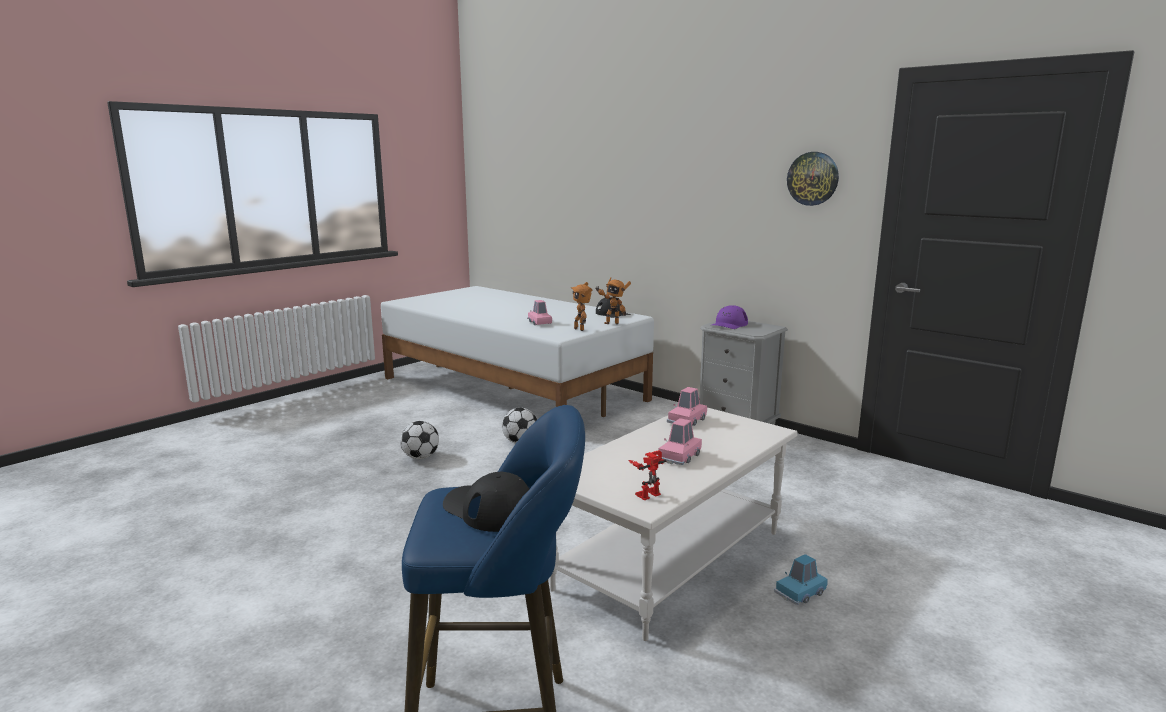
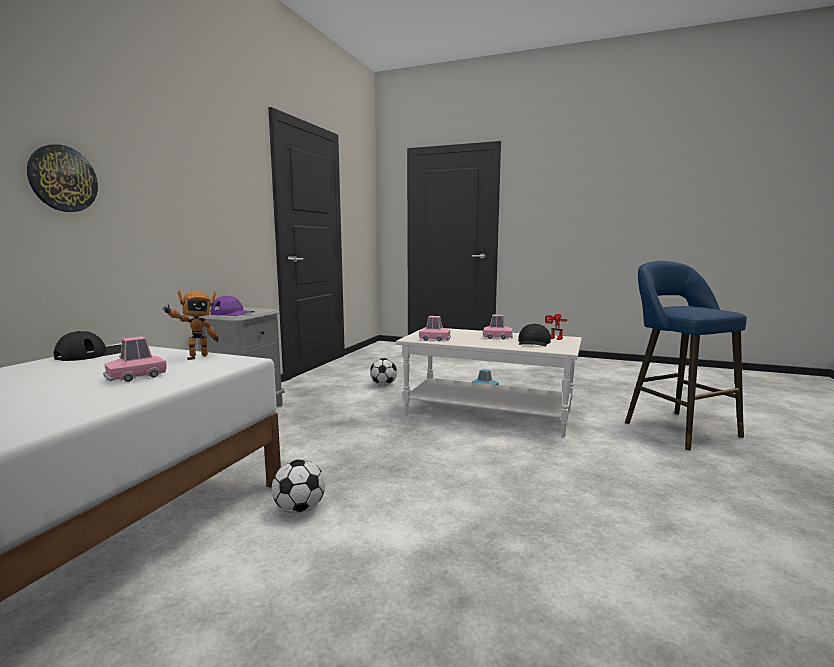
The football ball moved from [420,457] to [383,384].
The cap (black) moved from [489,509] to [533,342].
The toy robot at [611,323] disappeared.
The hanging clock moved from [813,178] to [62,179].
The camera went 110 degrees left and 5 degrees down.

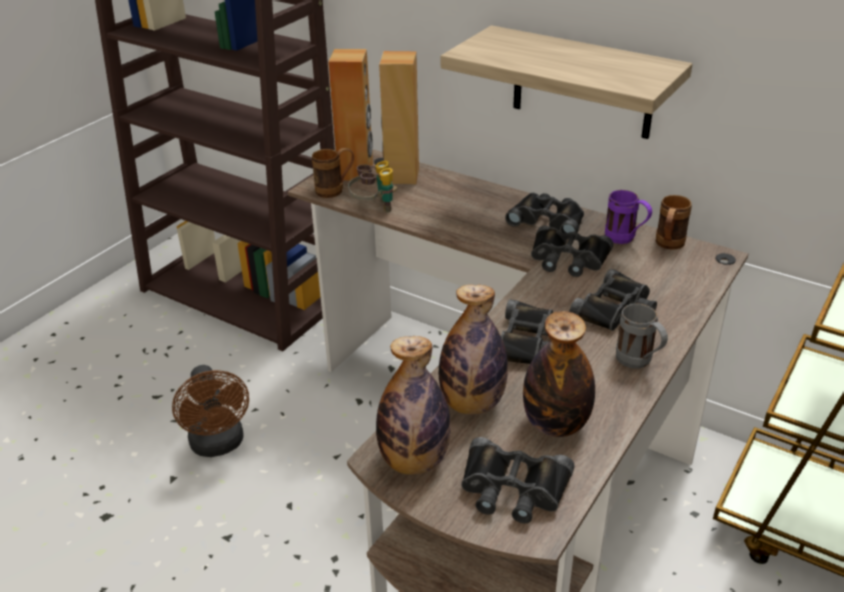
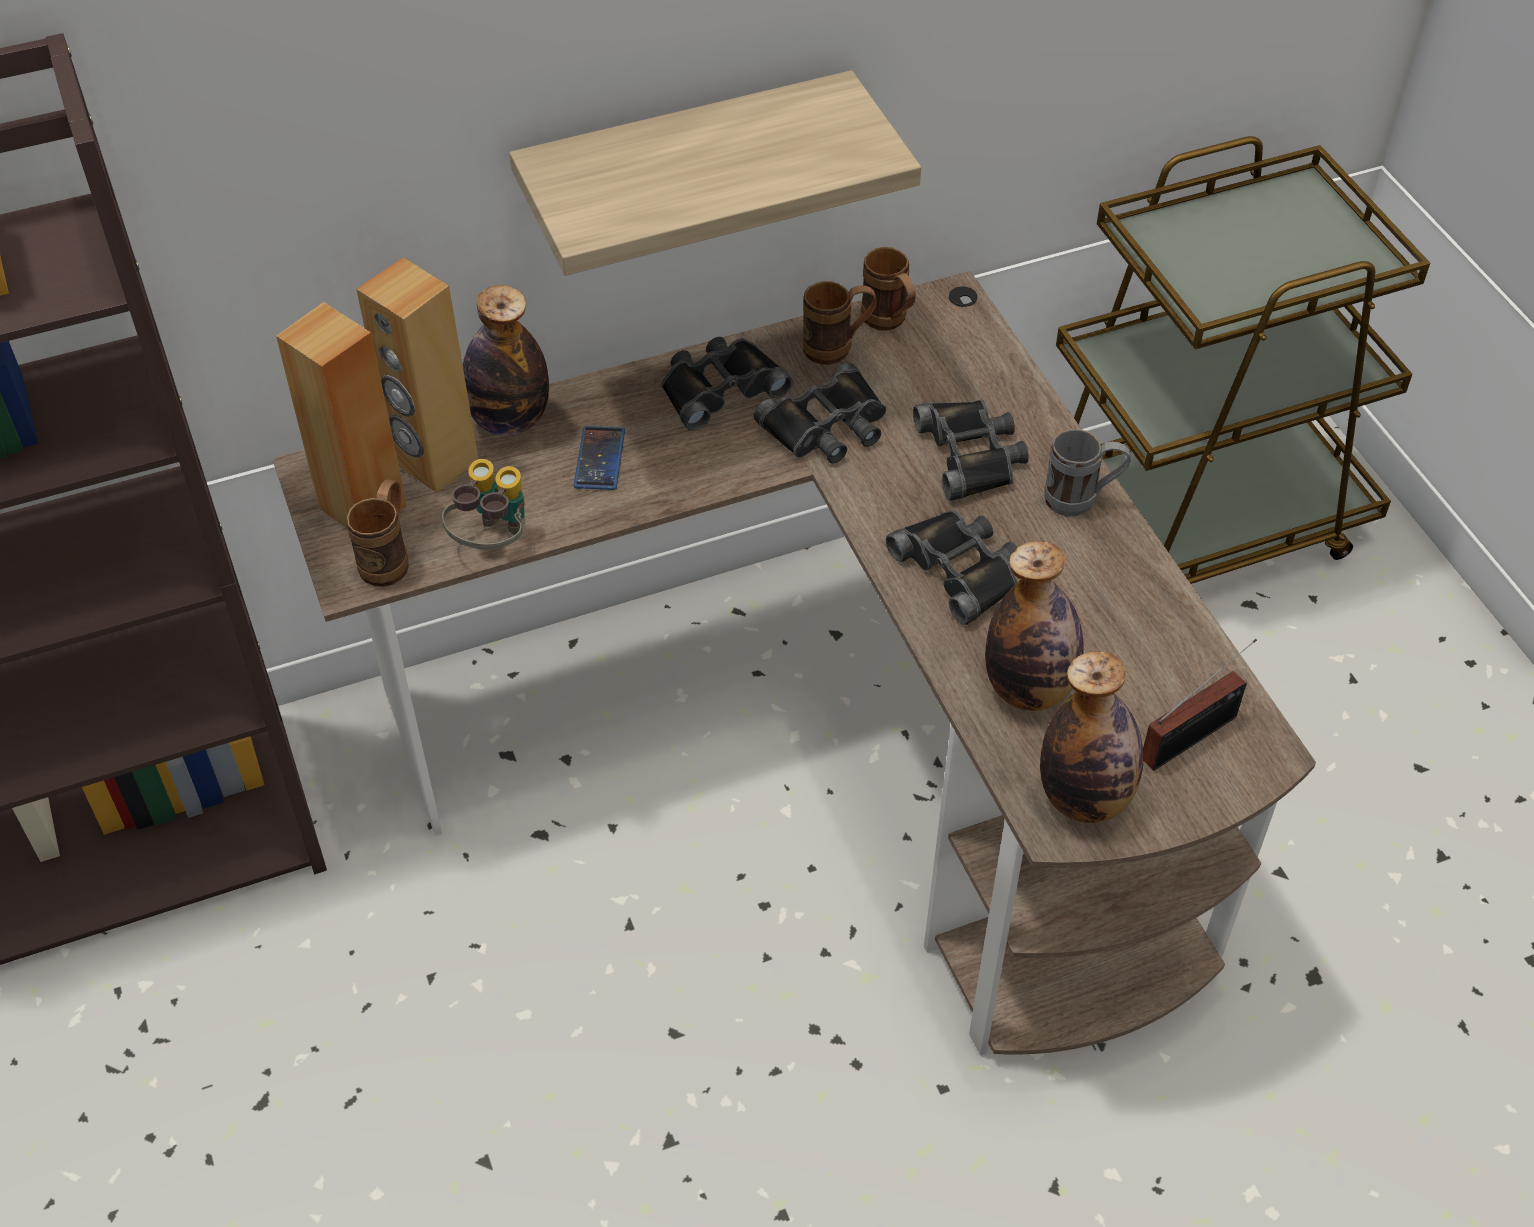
The fan (brown-coloured) at [219,445] disappeared.
The binoculars (black) at [513,489] was replaced by the radio at [1194,735].
The beverage bottle moved from [555,424] to [510,420].
The mug (purple) at [625,239] became the mug (brown-coloured) at [838,348].
The handset at [599,459] appeared.
The camera went 55 degrees left and 15 degrees up.

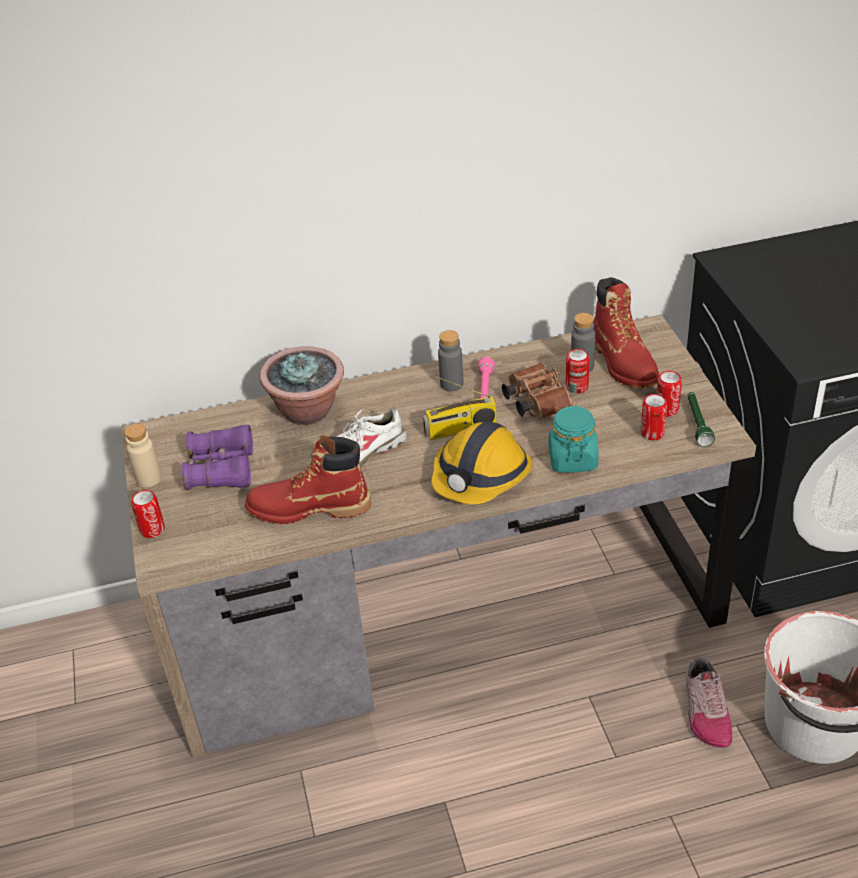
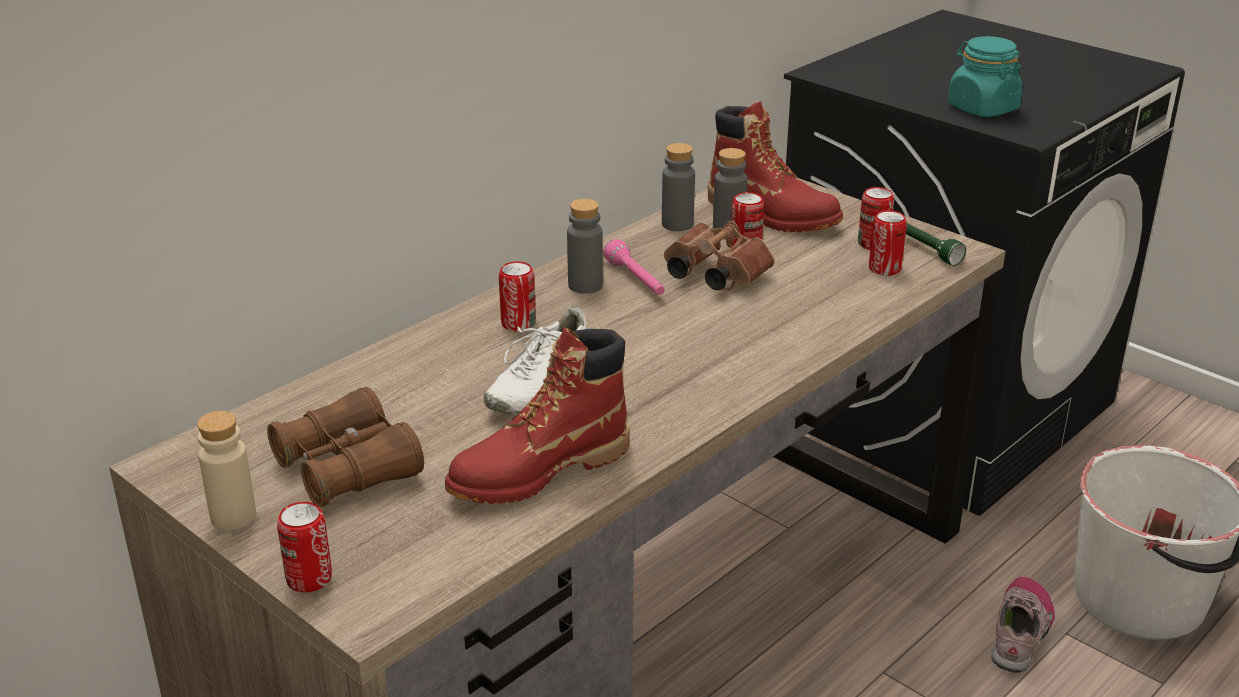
The binoculars (purple) at [221,469] became the binoculars (brown-coloured) at [348,468].
The plant in a pot at [308,411] disappeared.
The radio at [460,429] disappeared.
The hard hat at [481,477] disappeared.
The storage jar (turquoise-coloured) moved from [572,459] to [982,108].
The low shoe at [705,710] turned 120 degrees counterclockwise.
The sealed can at [518,323] appeared.
The beverage bottle (grey) at [677,224] appeared.
The camera went 35 degrees left and 10 degrees down.

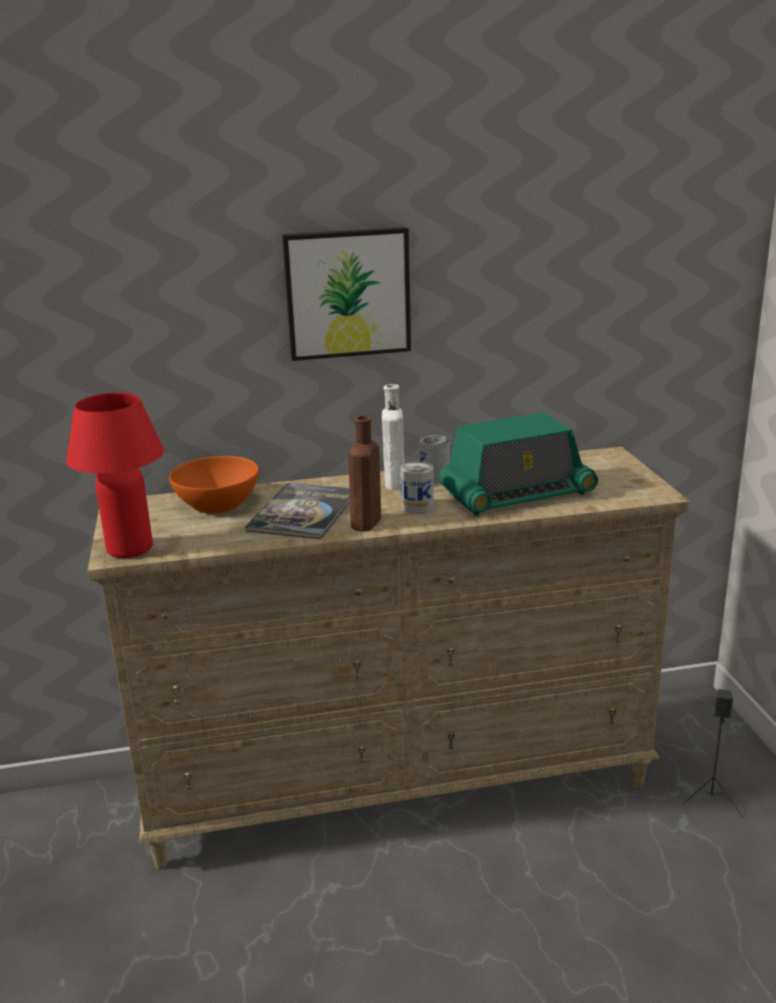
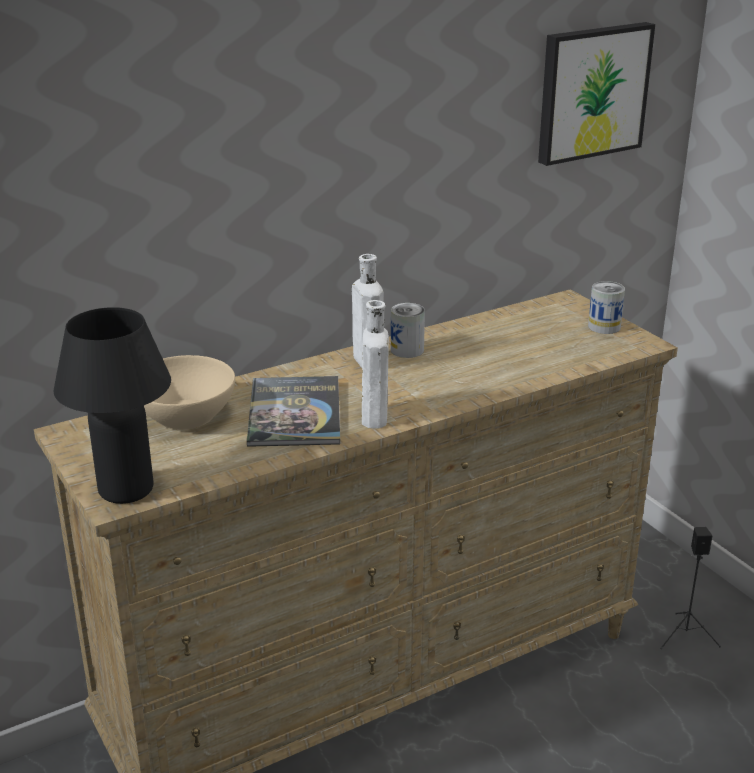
The table lamp (red-coloured) at [130,549] became the table lamp (black) at [126,490].
The bowl (orangey) at [217,503] became the bowl (beige-coloured) at [184,415].
The wall art moved from [347,293] to [591,92].
The beverage bottle (brown-coloured) at [365,524] became the beverage bottle (white-coloured) at [375,419].
The sealed can moved from [417,507] to [604,327].
The radio at [516,494] disappeared.
The camera went 20 degrees left and 5 degrees up.

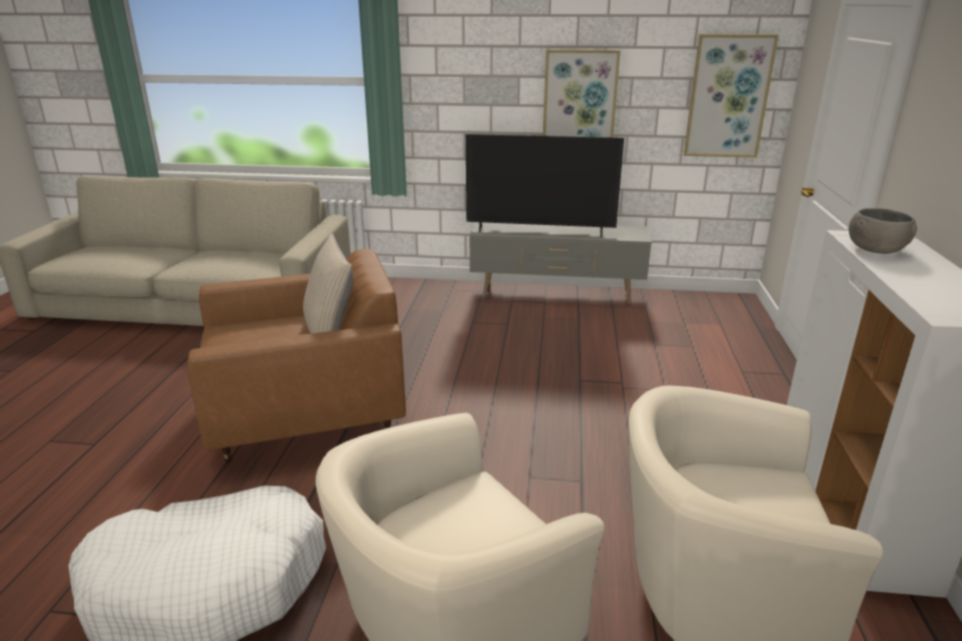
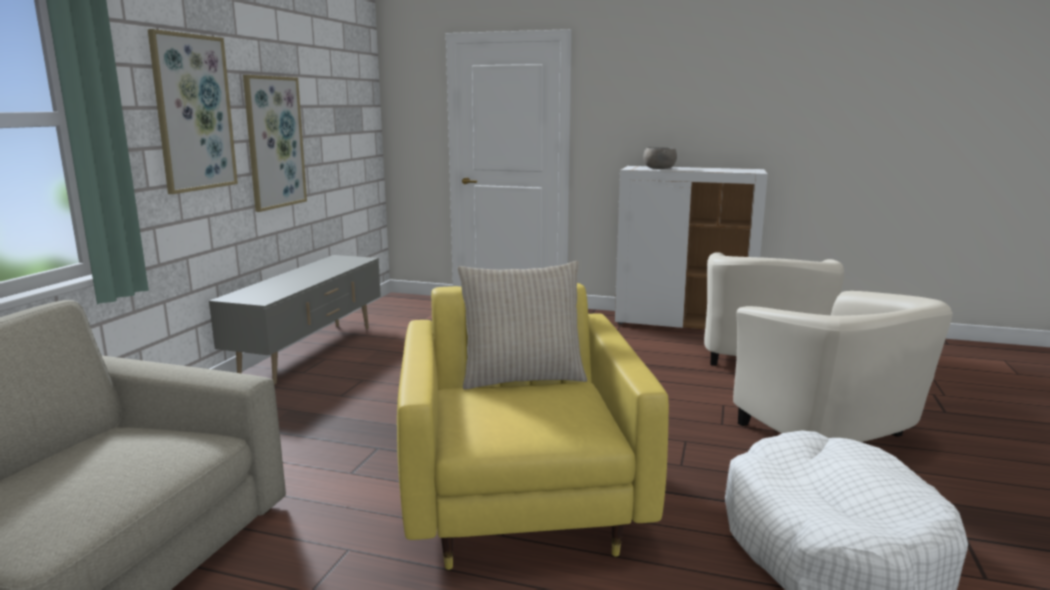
The easy chair (brown-coloured) at [307,416] became the easy chair (yellow) at [520,501].
The television at [540,232] disappeared.
The wall art moved from [728,97] to [193,113].
The camera went 80 degrees left and 10 degrees down.

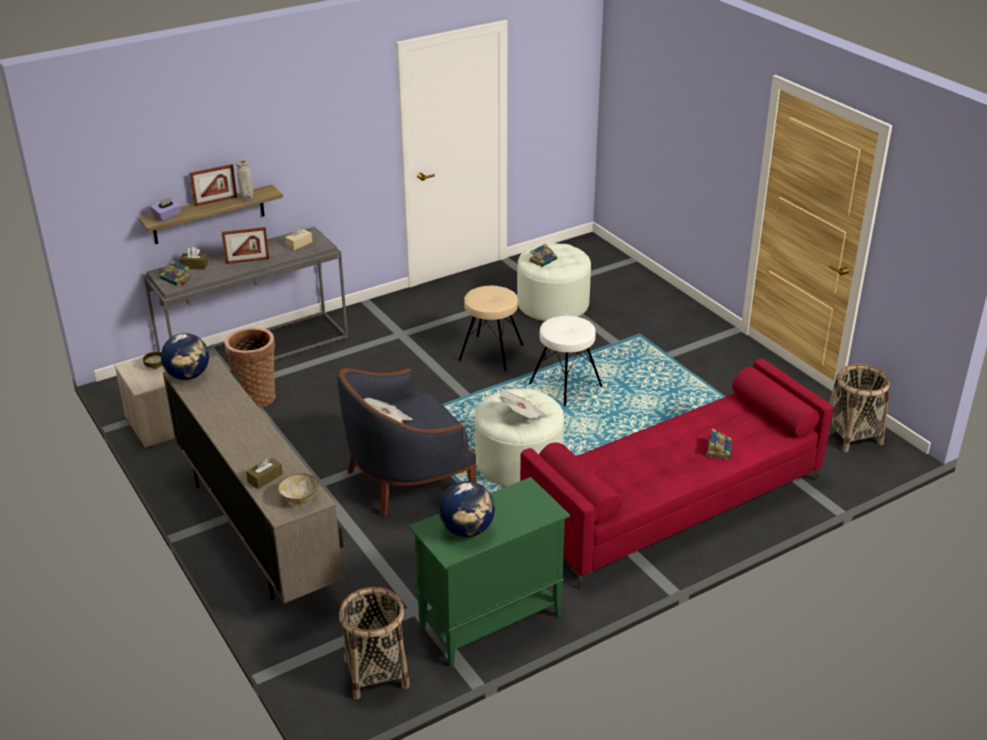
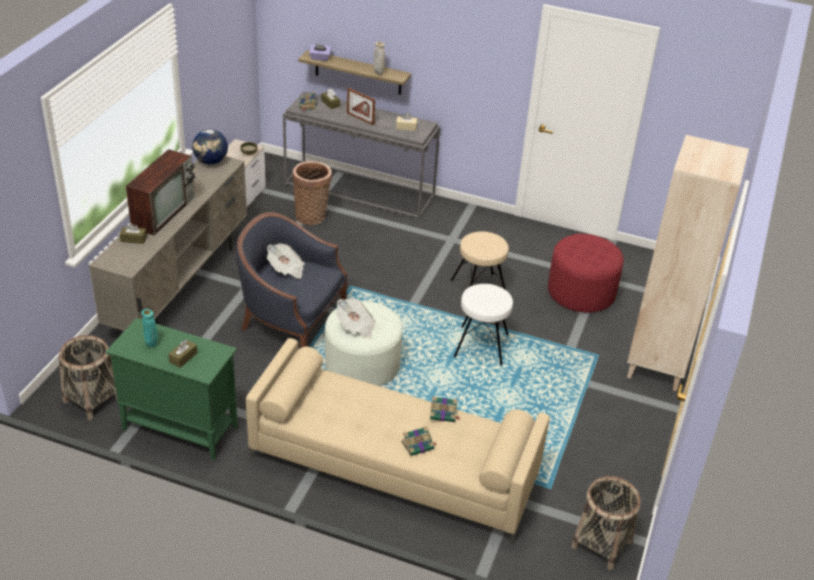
The photo frame at [215,201] disappeared.
The bowl at [299,498] disappeared.
The globe at [467,530] was replaced by the flower vase (turquoise-coloured) at [151,344].
The ottoman (white-coloured) at [553,304] became the ottoman (red-coloured) at [581,292].
The couch (red-coloured) at [673,504] became the couch (beige-coloured) at [392,467].
The bound book moved from [543,260] to [444,414].
The television at [164,211] appeared.
The box of tissues (brown-coloured) at [183,357] appeared.
The bookcase (beige-coloured) at [657,366] appeared.
The camera went 50 degrees right and 5 degrees up.

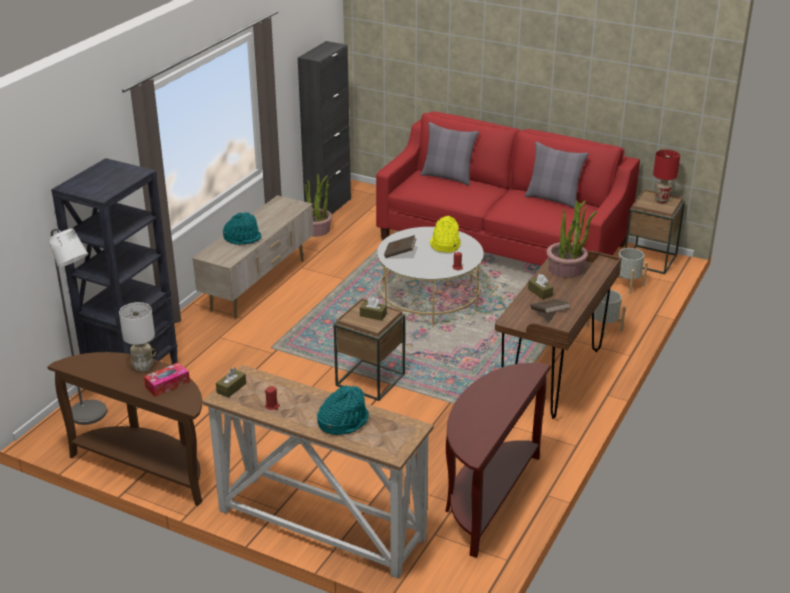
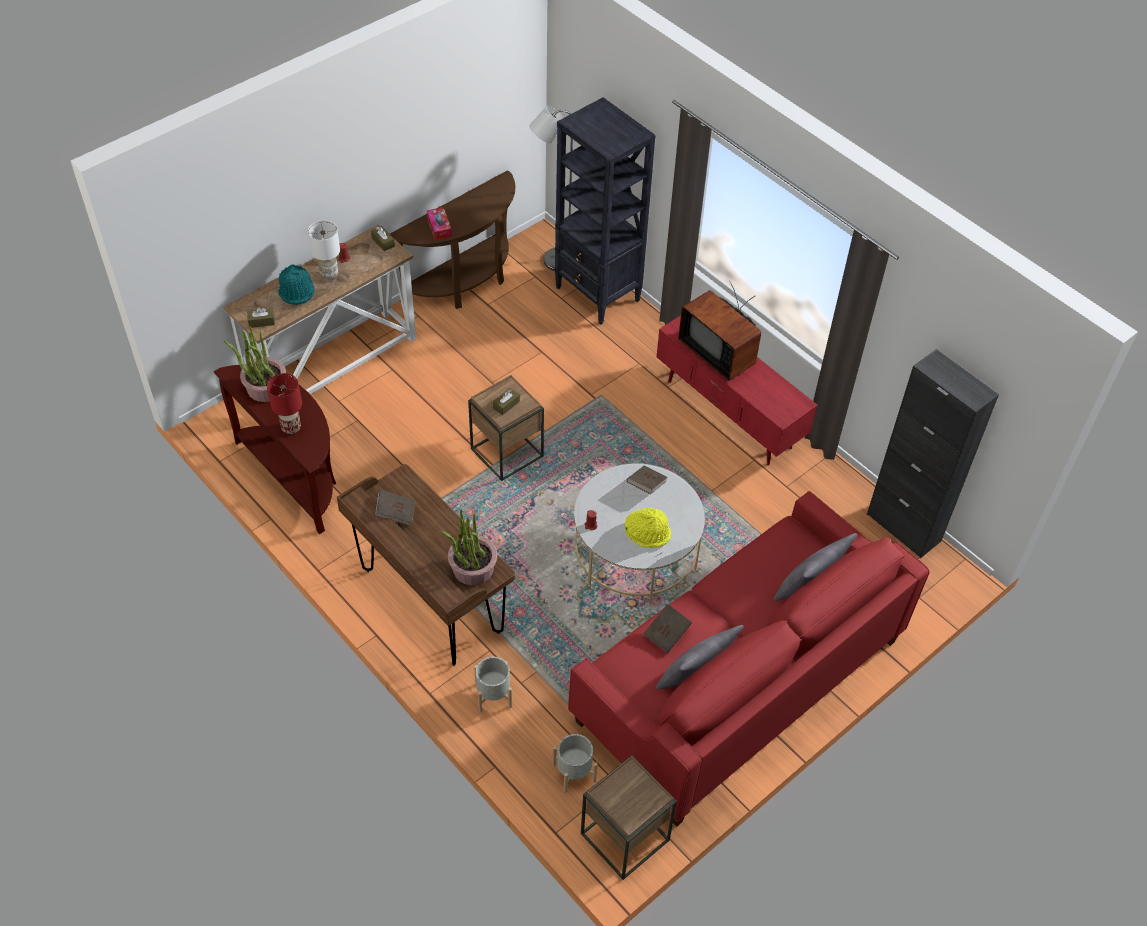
The table lamp (white-coloured) moved from [142,367] to [329,275].
The tv unit (beige-coloured) at [259,285] became the tv unit (red-coloured) at [728,415].
The clothing hat (turquoise-coloured) at [243,238] was replaced by the television at [719,352].
The plant in a pot moved from [316,230] to [265,388].
The box of tissues (brown-coloured) moved from [540,292] to [261,321].
The table lamp (red-coloured) moved from [661,200] to [291,428].
The bound book (brown-coloured) at [667,634] appeared.
The camera went 110 degrees right and 20 degrees up.

